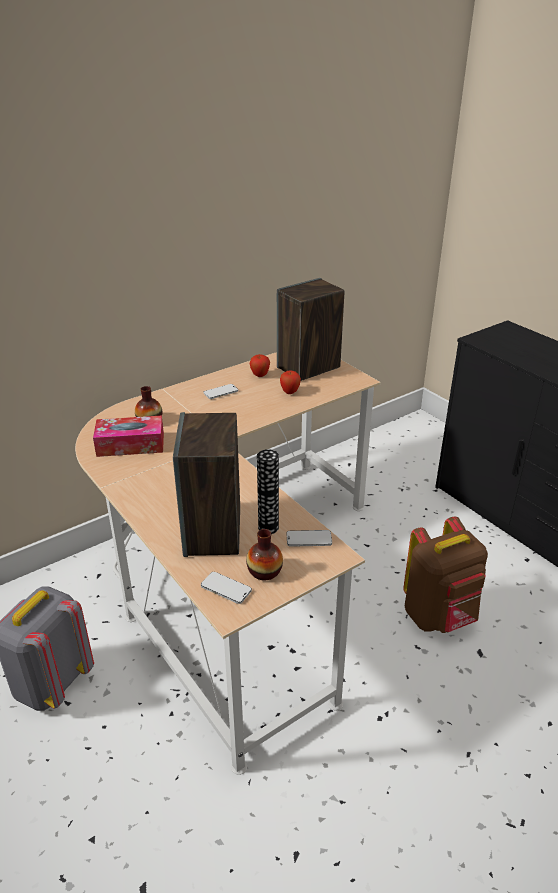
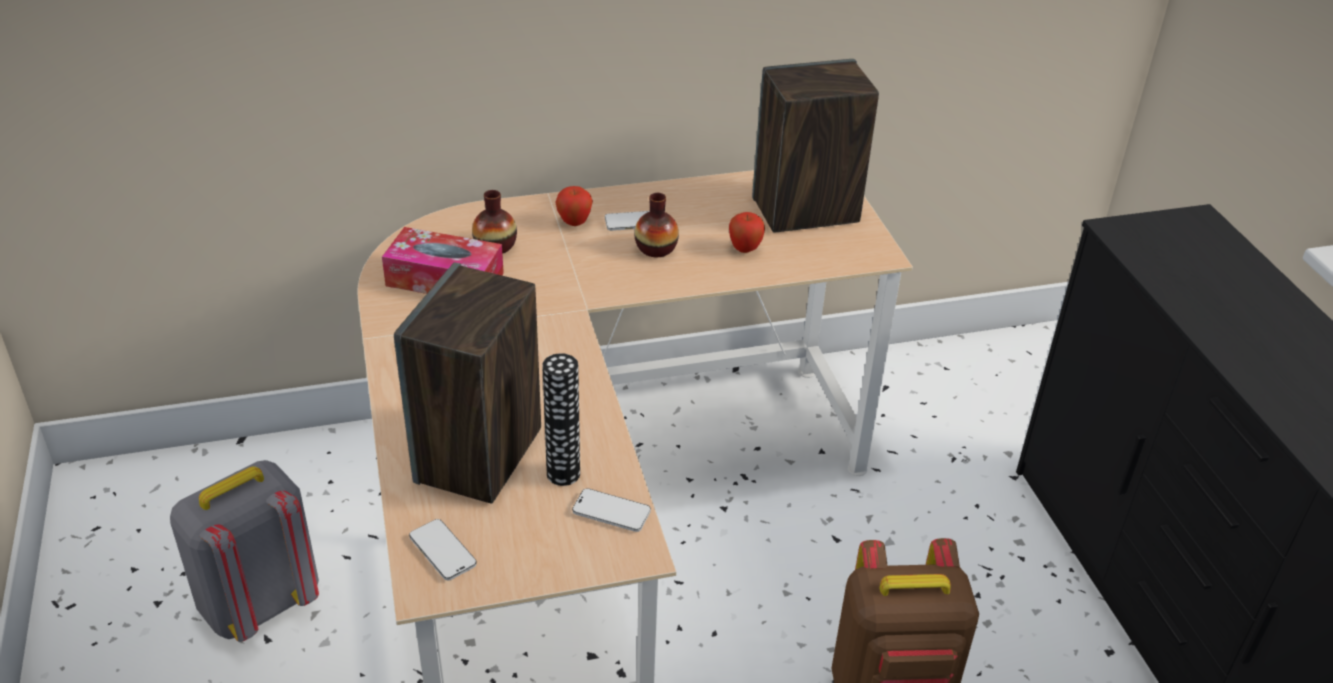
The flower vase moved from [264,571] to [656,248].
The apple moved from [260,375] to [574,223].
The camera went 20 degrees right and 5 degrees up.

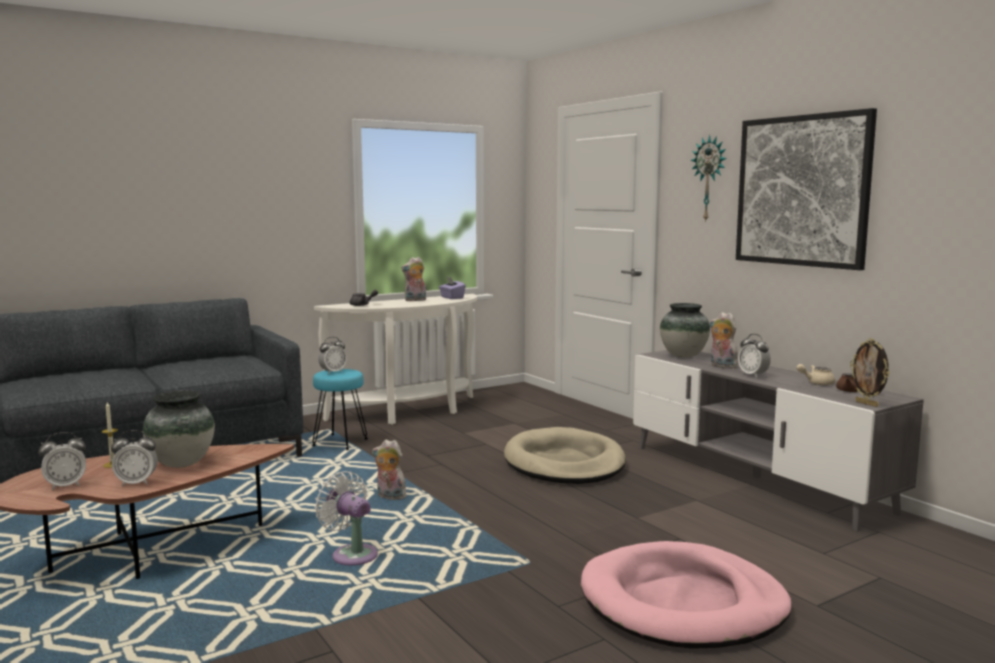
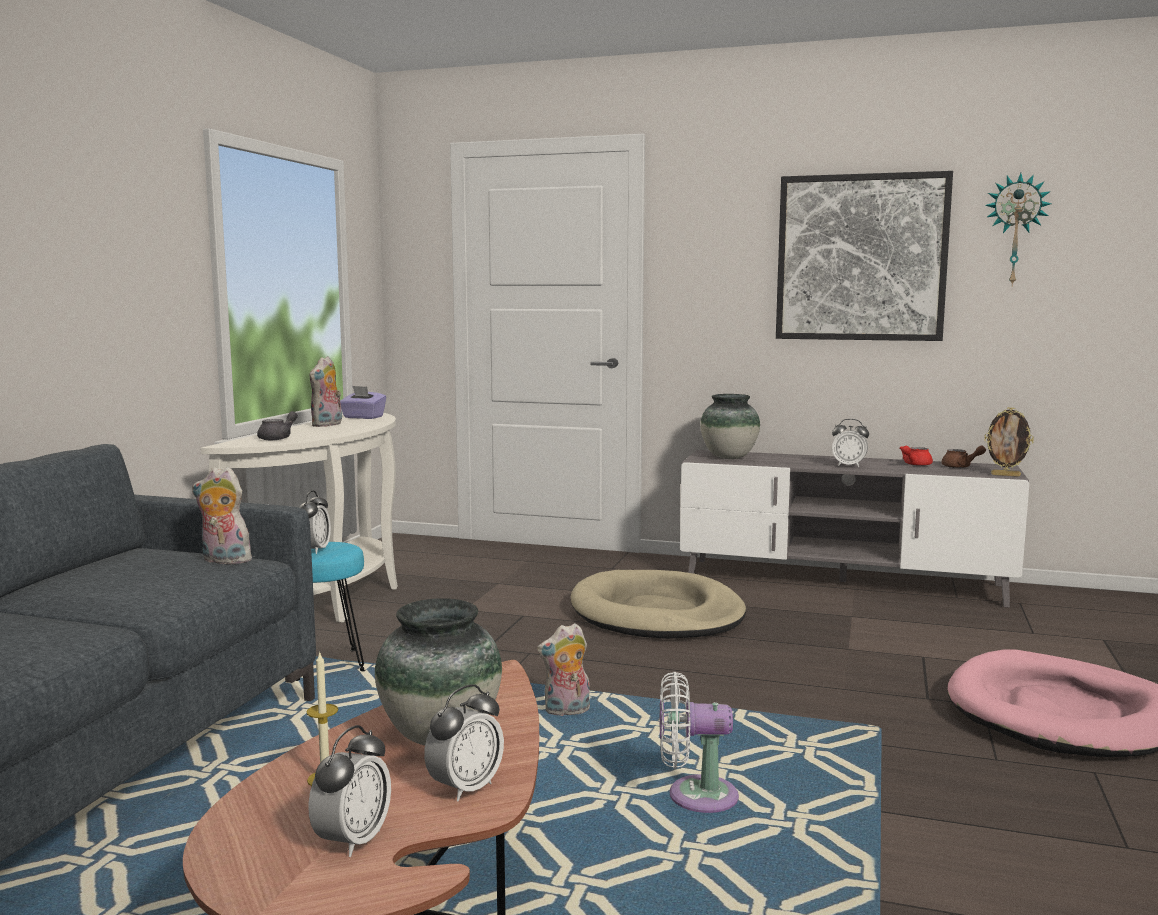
The hanging clock moved from [710,178] to [1015,230].
The soft toy moved from [721,366] to [223,561].
The tea pot (beige-coloured) at [816,383] became the tea pot (red-coloured) at [914,465].
The camera went 40 degrees left and 0 degrees up.

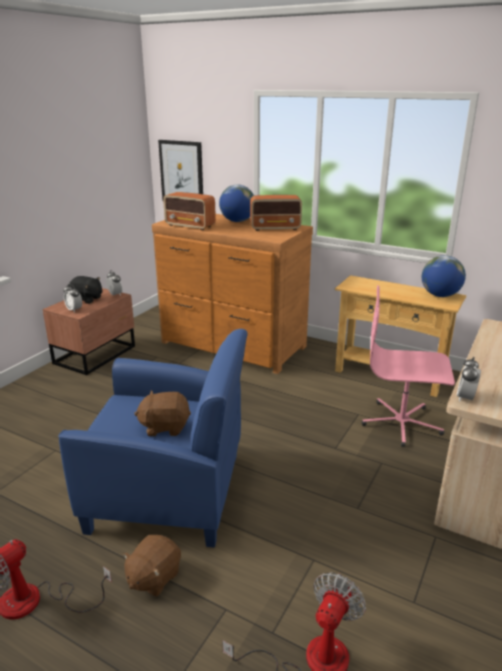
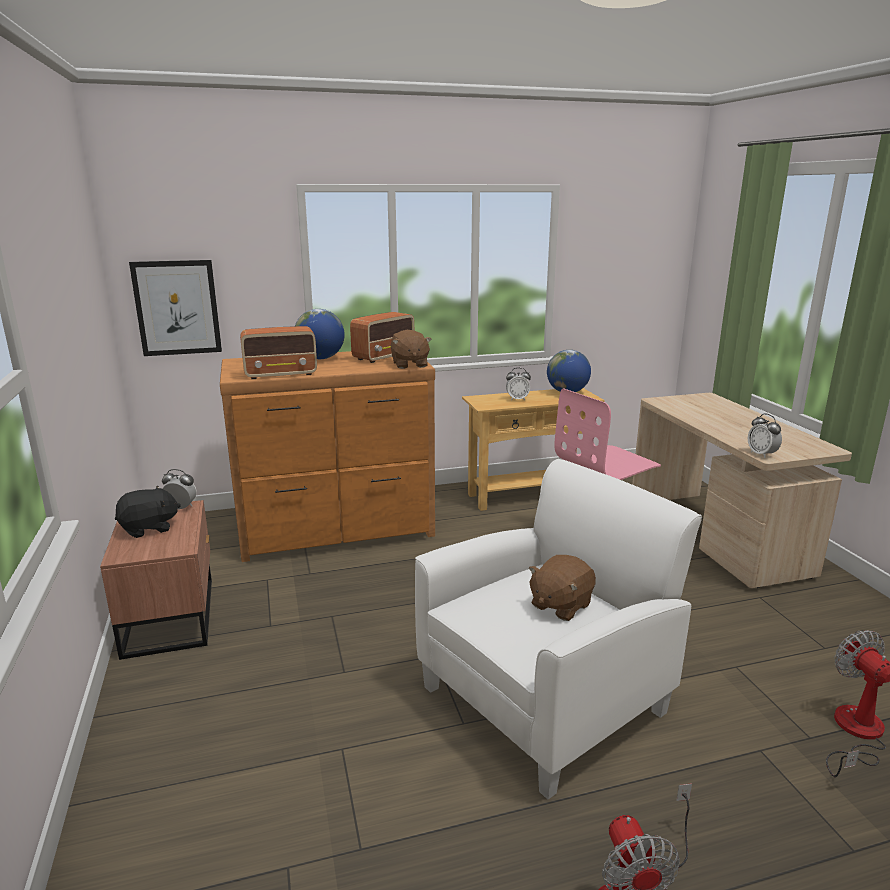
The easy chair (blue-coloured) at [169,492] became the easy chair (white-coloured) at [545,698].
The alarm clock moved from [74,310] to [517,399].
The soft toy (brown-coloured) moved from [153,577] to [409,364].
The camera went 45 degrees left and 5 degrees down.

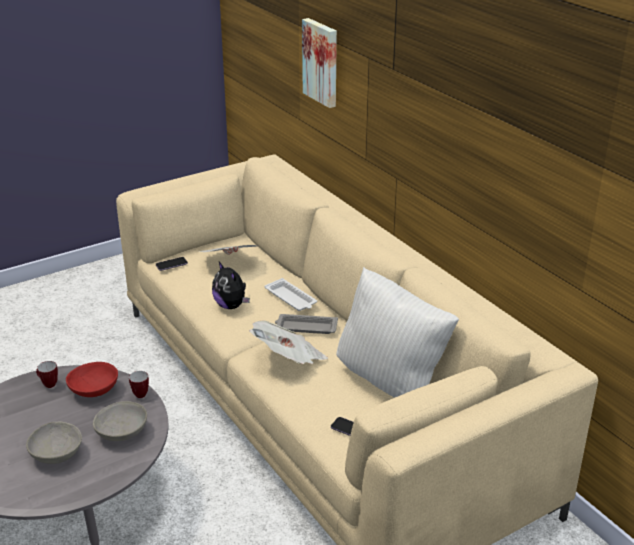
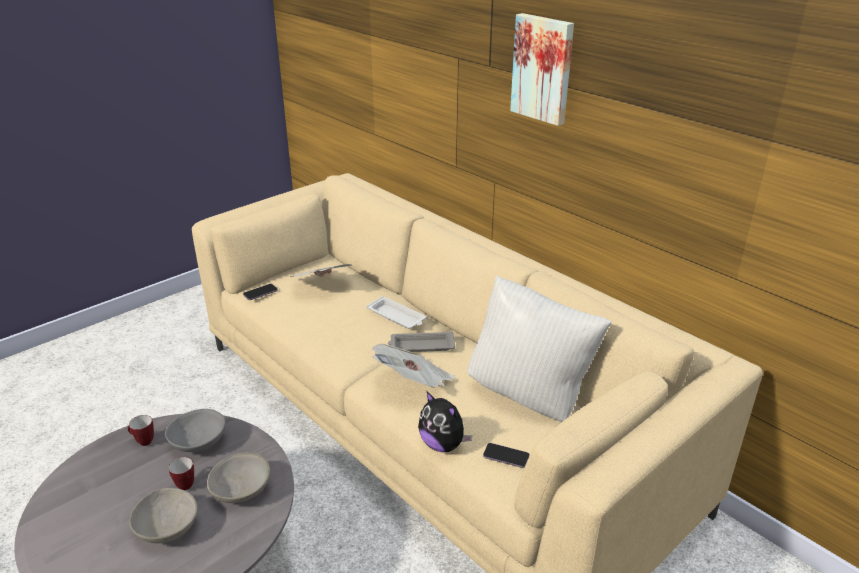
The bowl (red-coloured) at [94,391] became the bowl (grey) at [199,443].
The mug moved from [141,393] to [186,483].
The soft toy moved from [231,306] to [443,444].
The wall art moved from [322,62] to [543,68].
The camera went 10 degrees left and 0 degrees up.

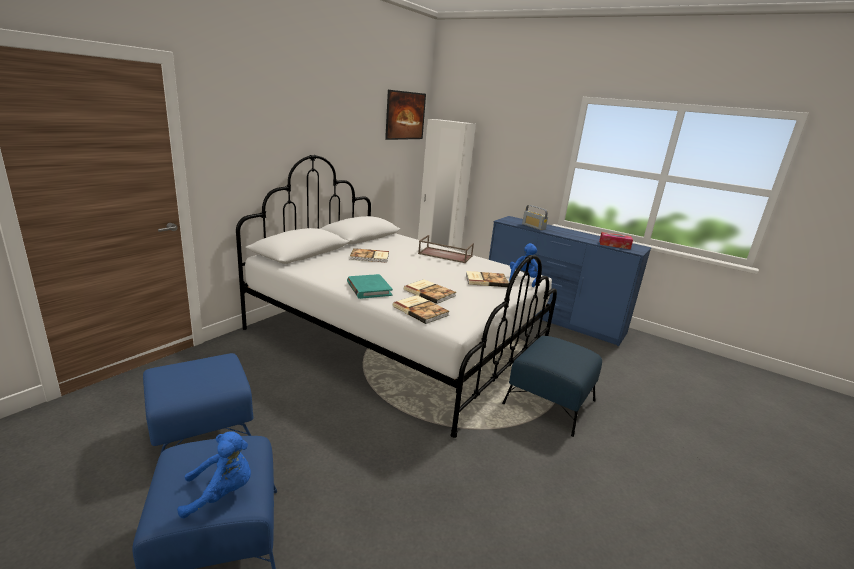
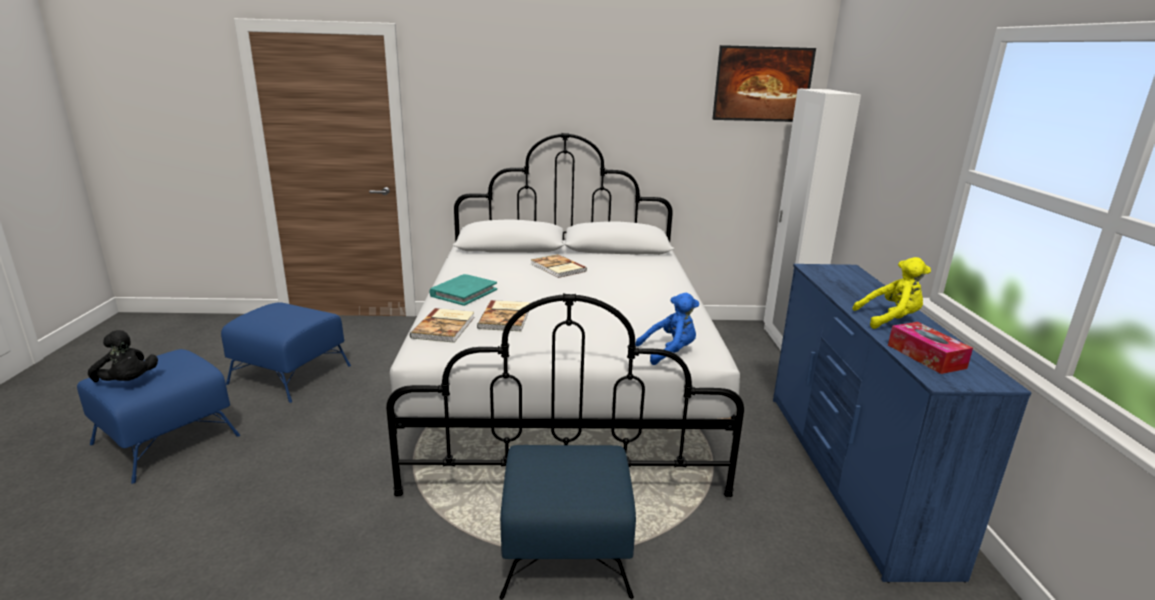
The soft toy (blue-coloured) at [221,493] became the soft toy (black) at [128,382].
The carrying tray (brown-coloured) at [444,255] disappeared.
The bound book at [485,280] disappeared.
The radio at [533,227] disappeared.
The soft toy (yellow) at [890,320] appeared.
The camera went 55 degrees right and 0 degrees up.

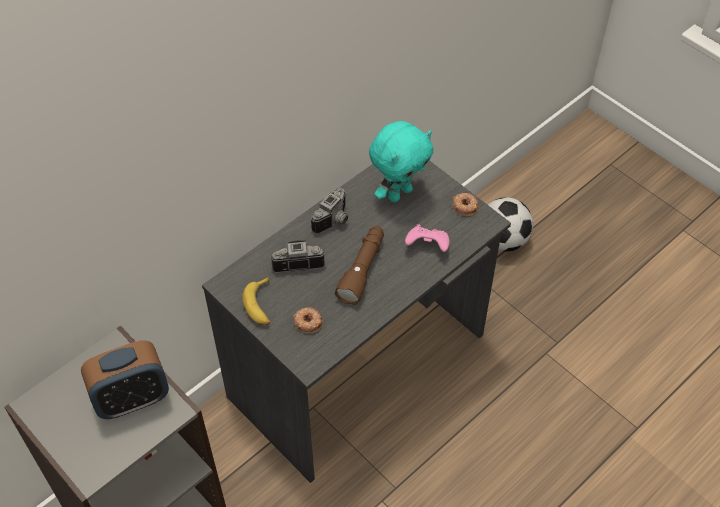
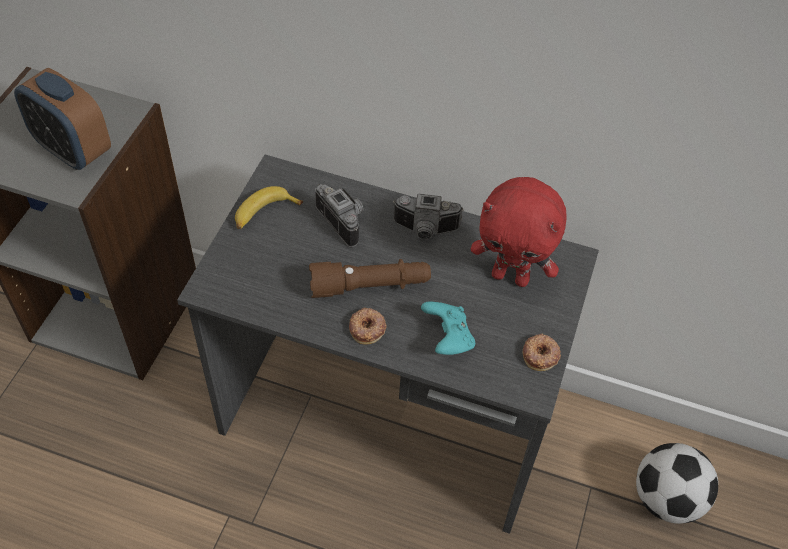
The donut moved from [308,321] to [367,328].
The soft toy (turquoise-coloured) at [399,193] became the soft toy (red-coloured) at [511,276].
The game controller (pinkish) at [427,246] became the game controller (turquoise-coloured) at [447,338].
The camera went 60 degrees right and 0 degrees up.

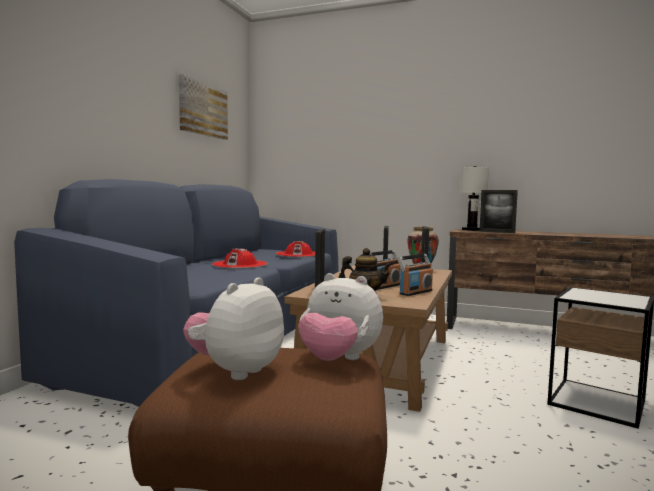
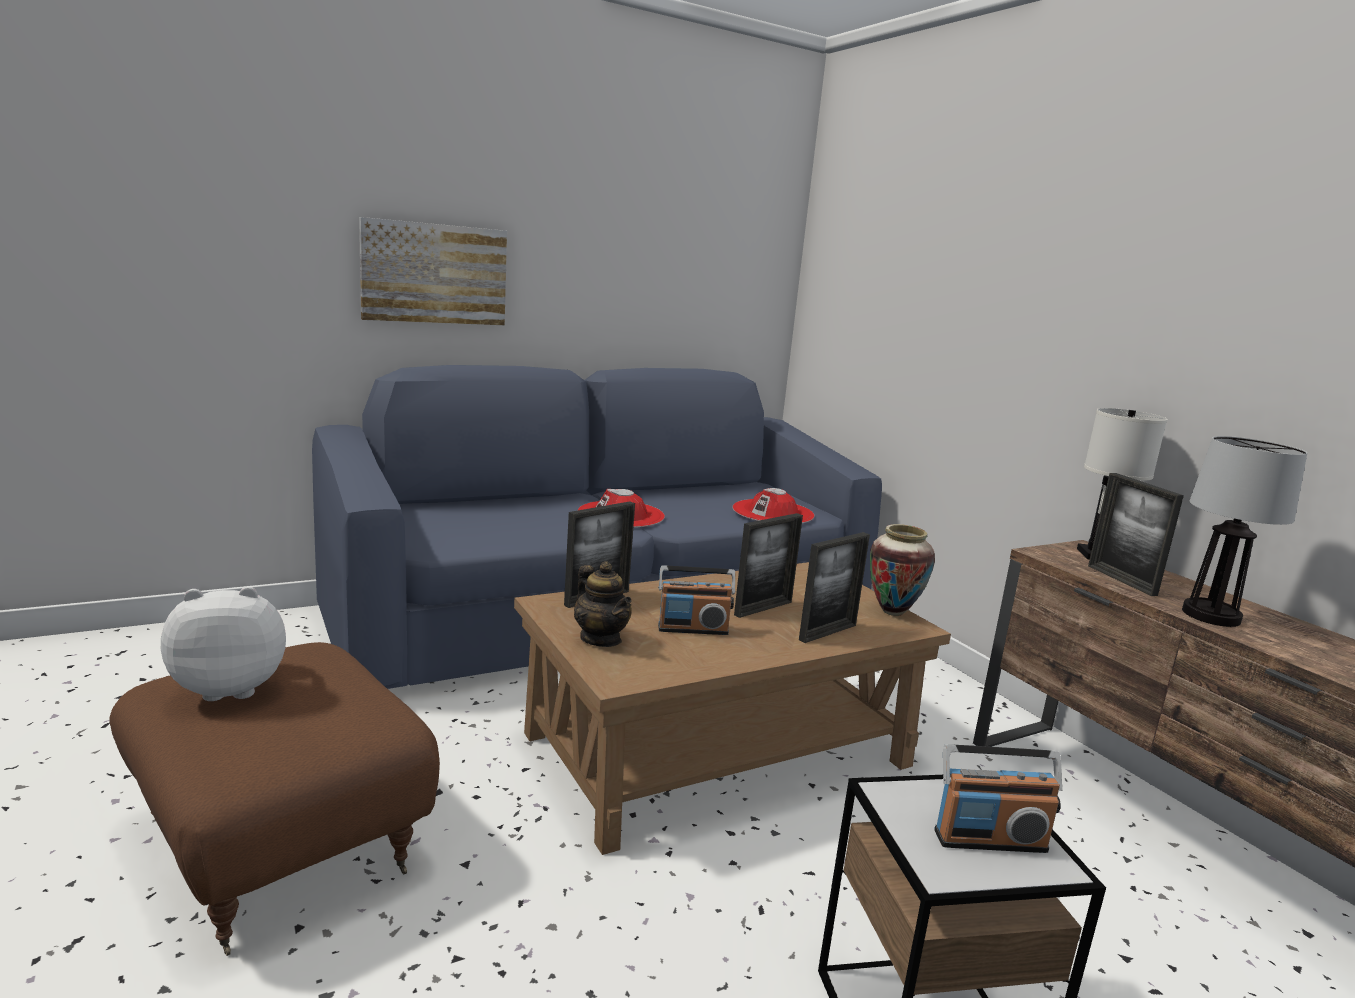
The wall art moved from [203,109] to [434,273].
The soft toy at [338,360] disappeared.
The radio moved from [415,292] to [989,840].
The table lamp at [1211,616] appeared.
The camera went 40 degrees right and 10 degrees up.

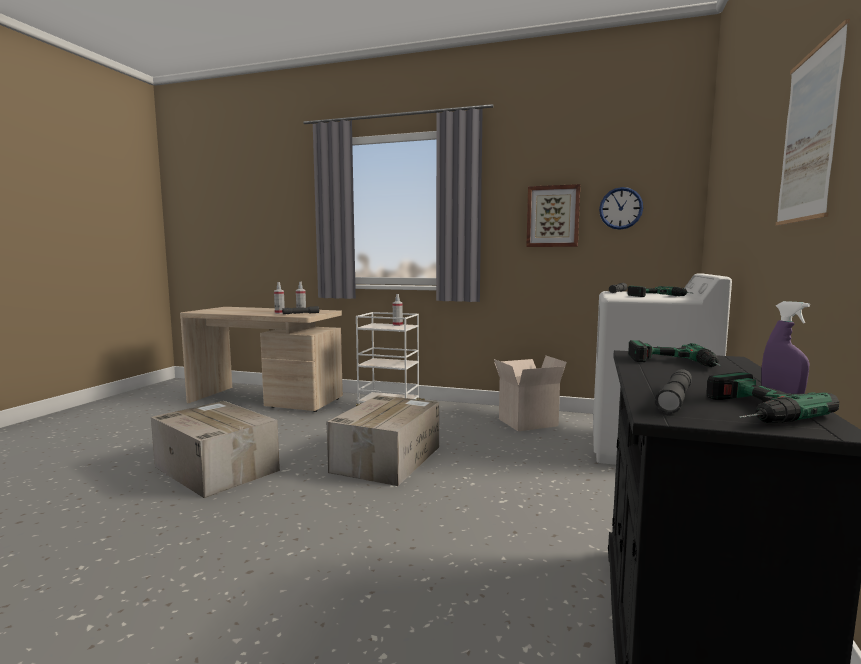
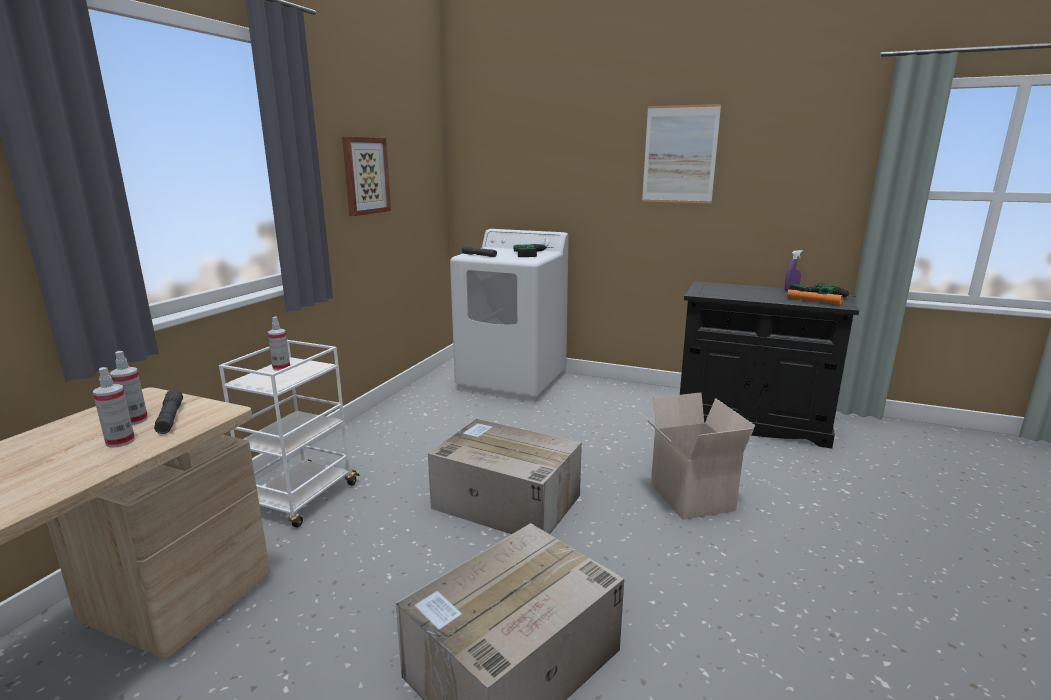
The packing box moved from [527,422] to [688,496].
The hanging clock at [620,208] disappeared.
The electric drill at [674,364] disappeared.
The torch (grey) at [675,399] became the torch (orangey) at [813,301].
The camera went 85 degrees left and 10 degrees up.

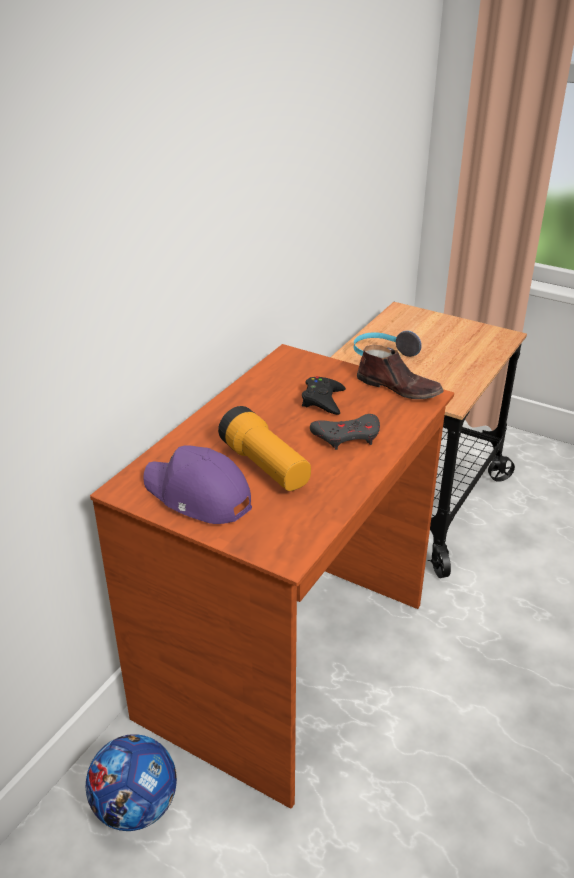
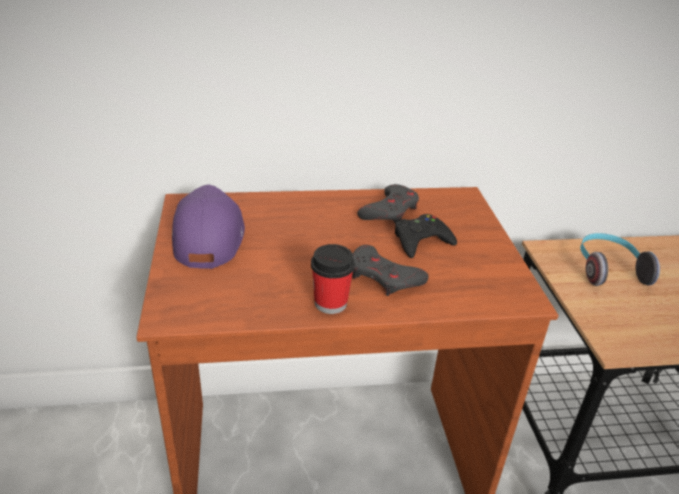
The football ball at [136,807] disappeared.
The torch at [265,466] disappeared.
The low shoe (brown-coloured) at [399,388] disappeared.
The cup at [330,303] appeared.
The game controller (grey) at [390,210] appeared.
The camera went 50 degrees right and 0 degrees up.

